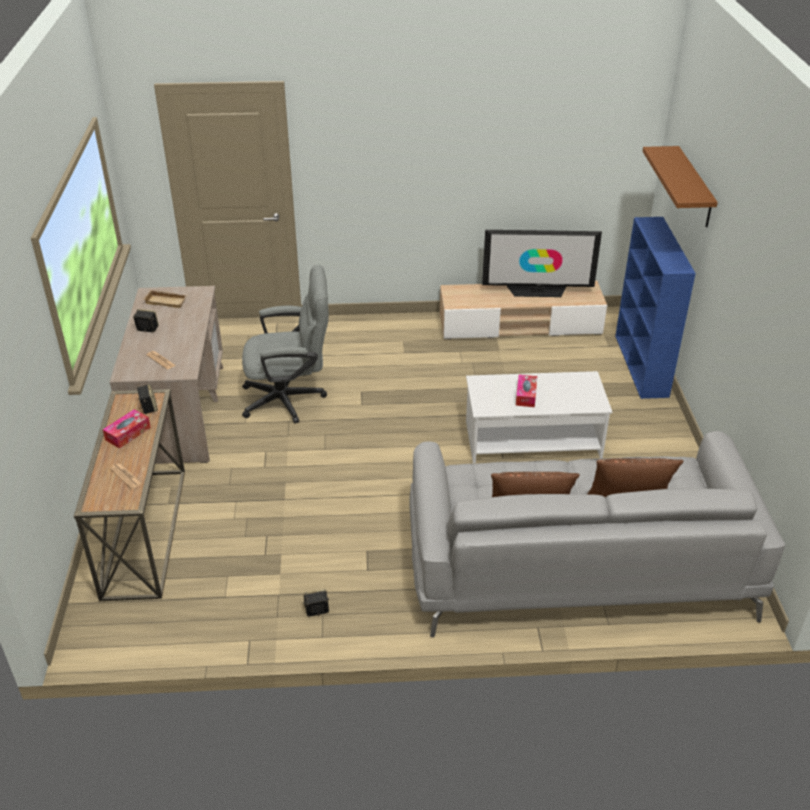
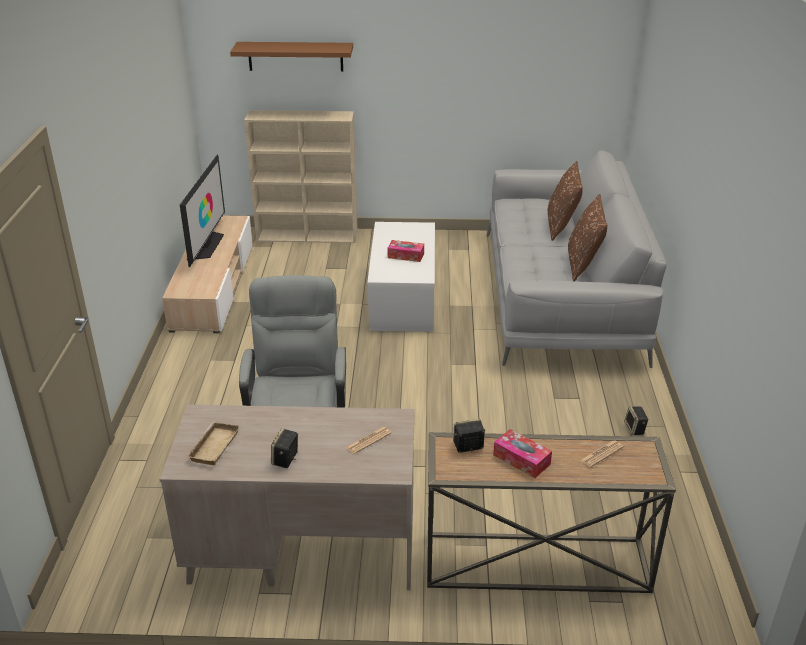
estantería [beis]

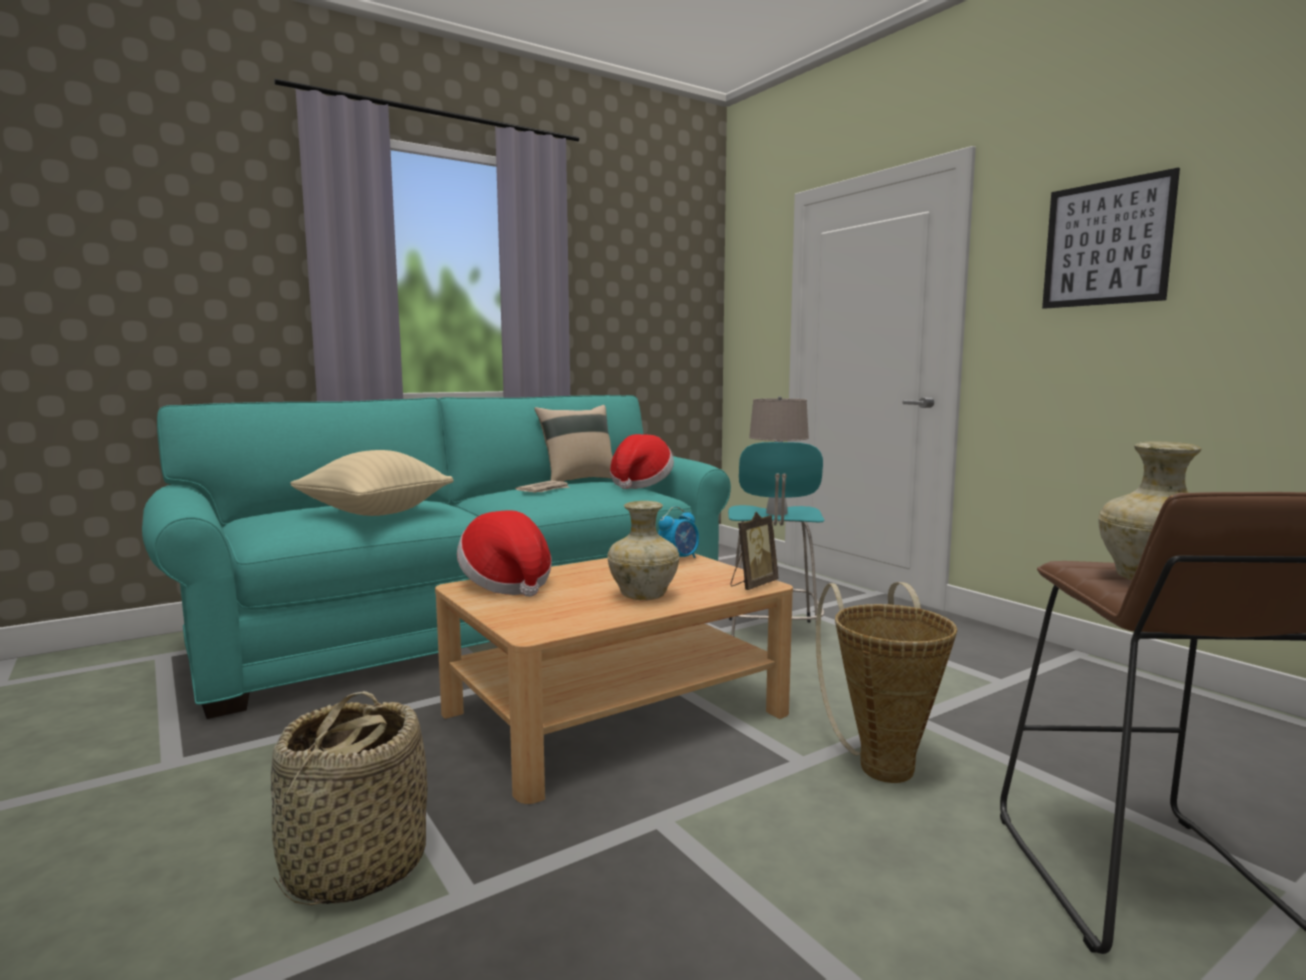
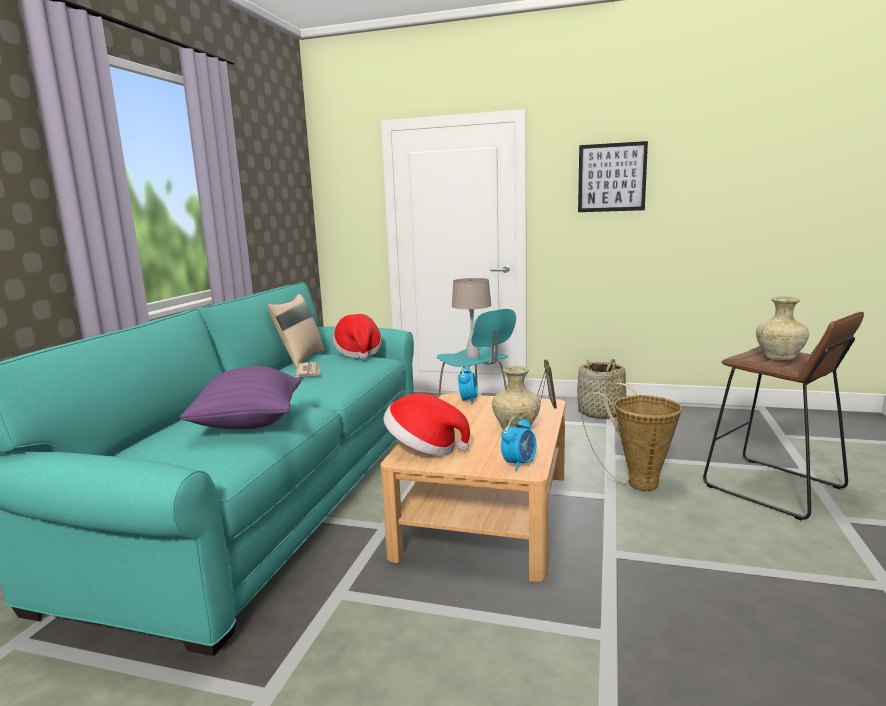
cojín [morado]; despertador (2nd from left); cesta (1st from left)

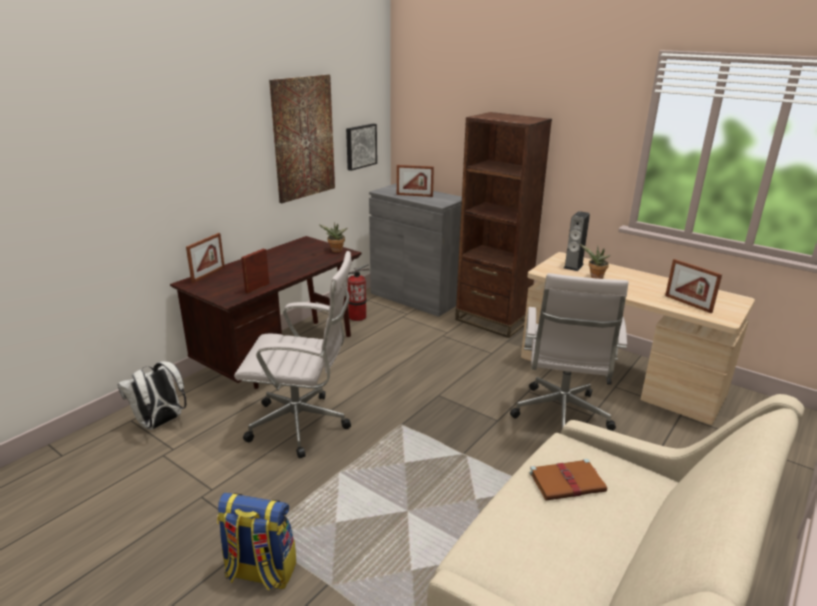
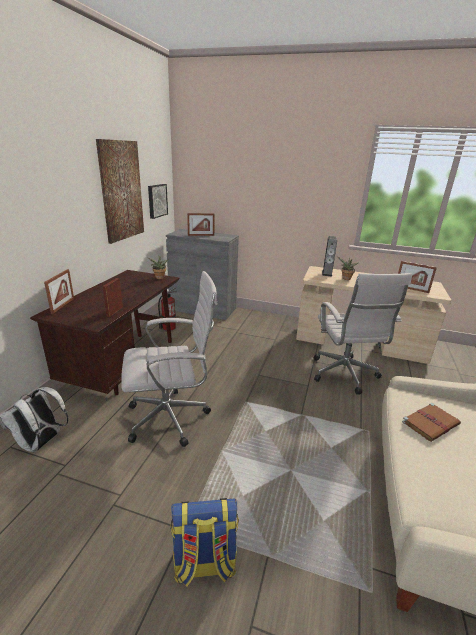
estantería [marrón]

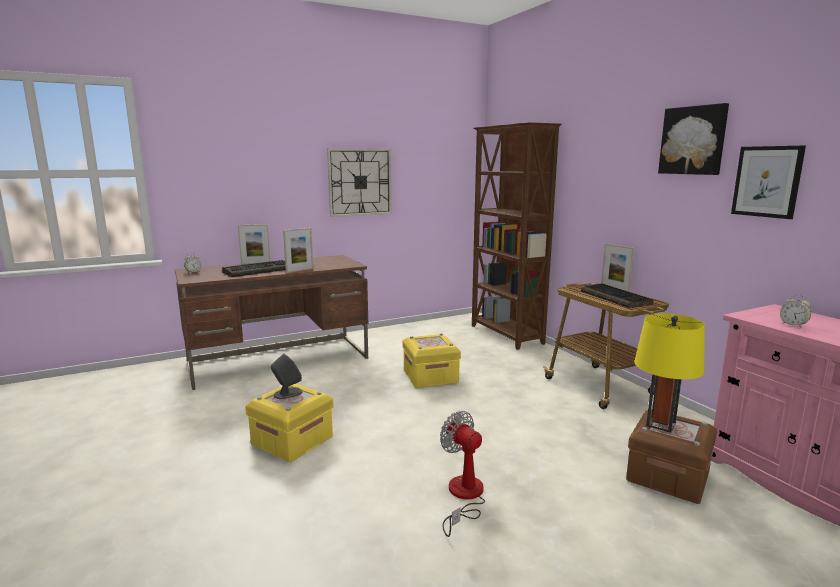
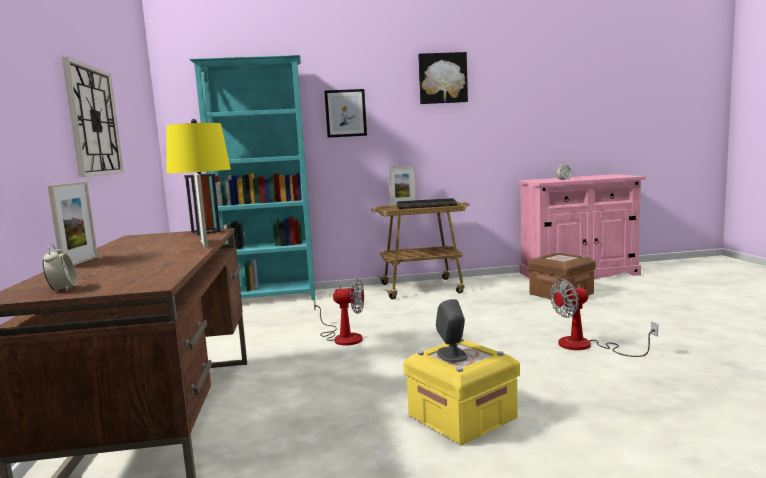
lámpara de mesa [amarillo]; estantería [turquesa]; ventilador (1st from left); cuadro (1st from left); teclado (1st from left in the first image)

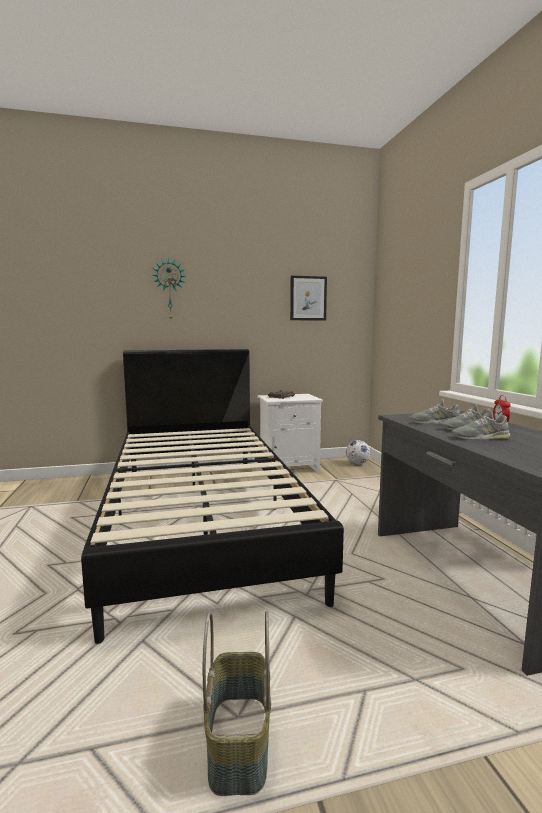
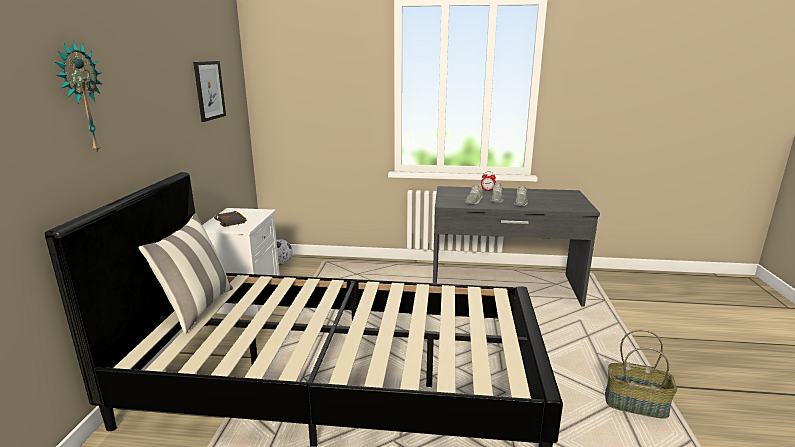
cojín

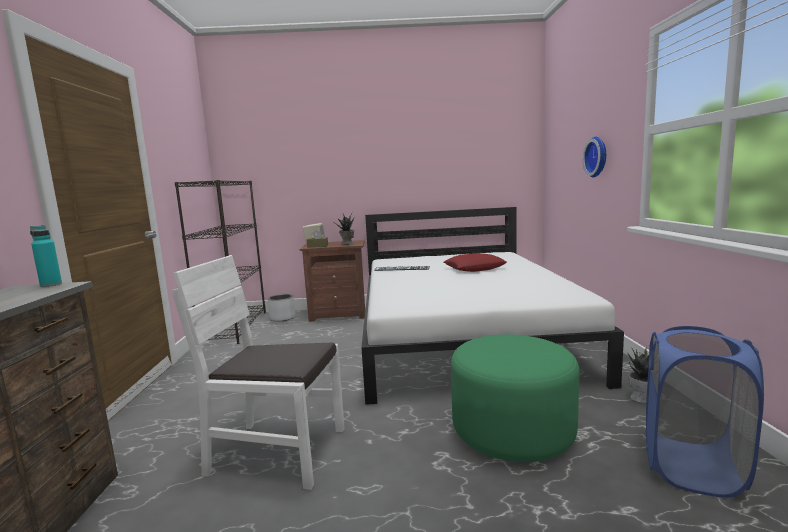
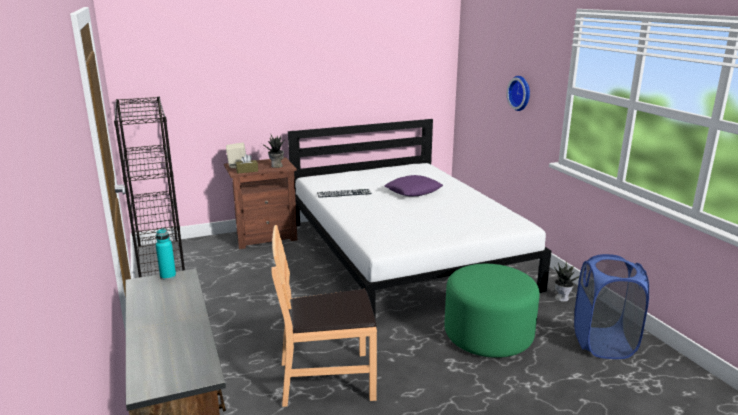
silla [marrón]; cojín [morado]; maceta [gris]

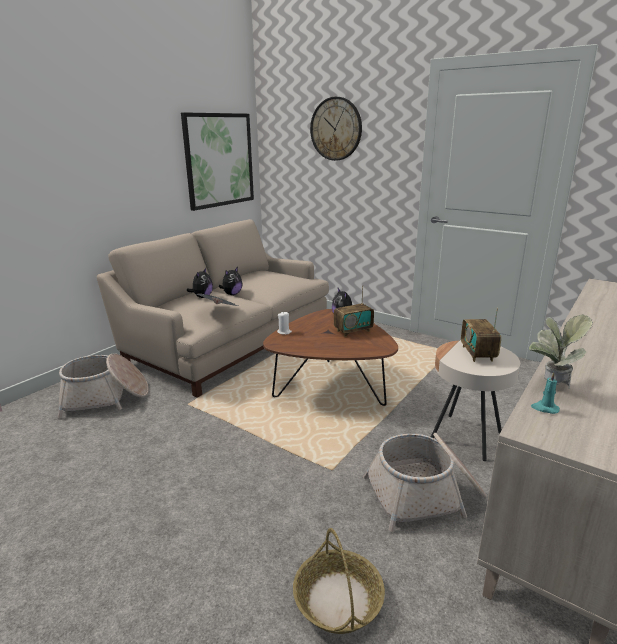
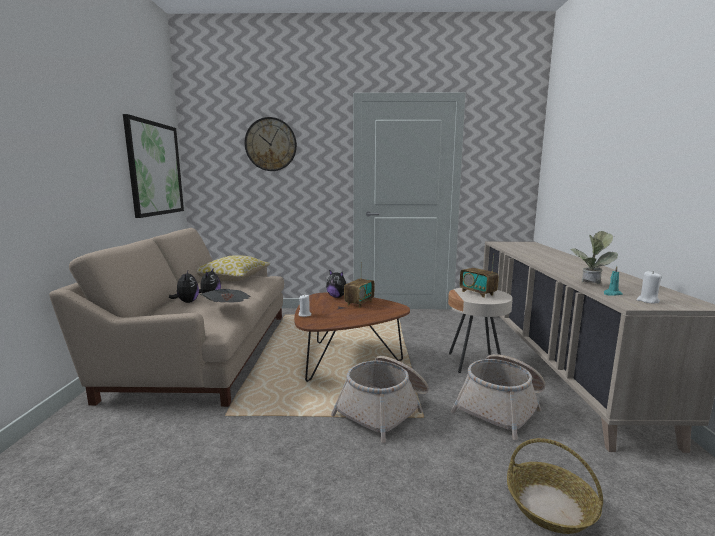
cojín; cesta (1st from left); vela [blanco] (2nd from left)

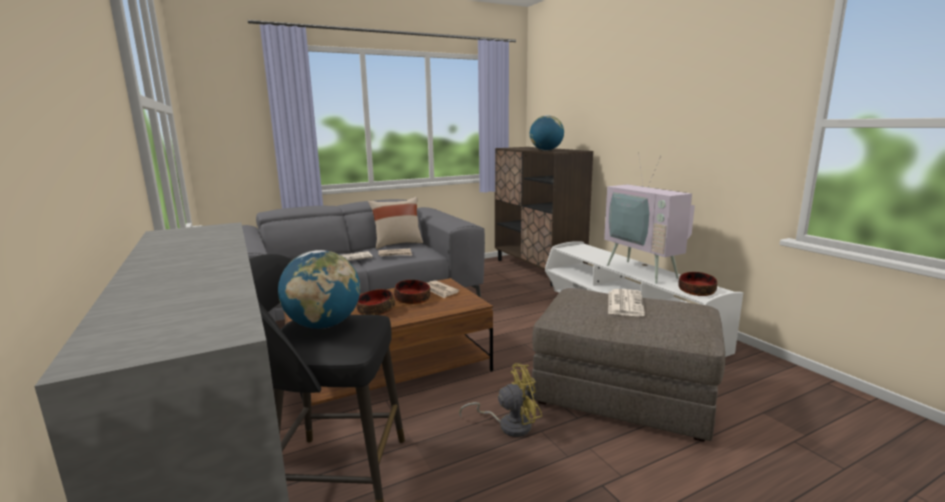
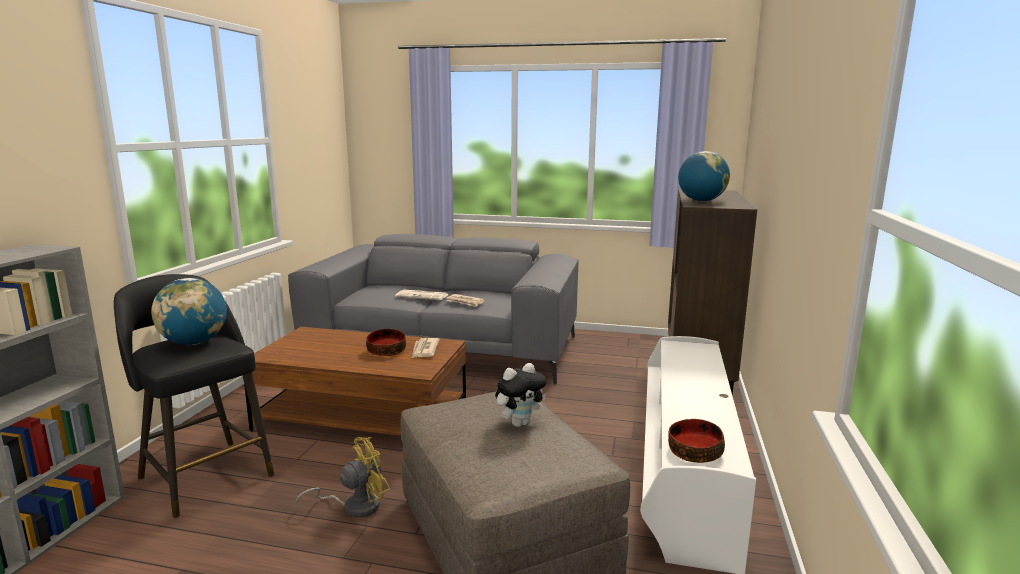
ventilador [amarillo]; peluche; cuenco (1st from left in the first image); cojín [beis]; televisor

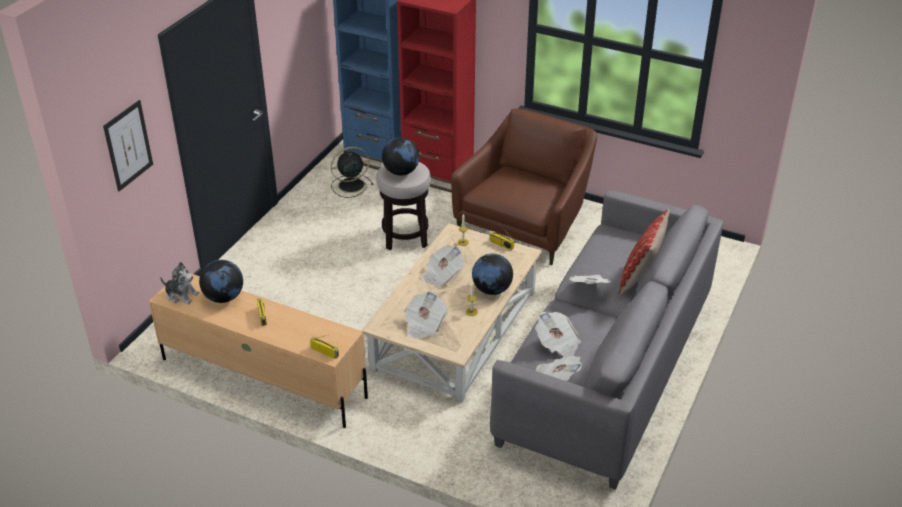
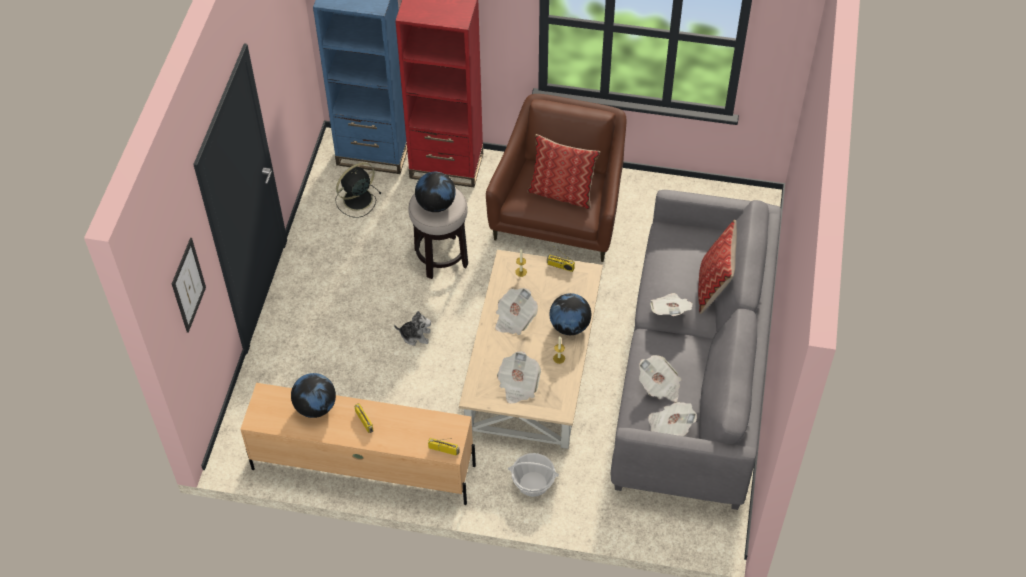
peluche; cesta; cojín (1st from left)

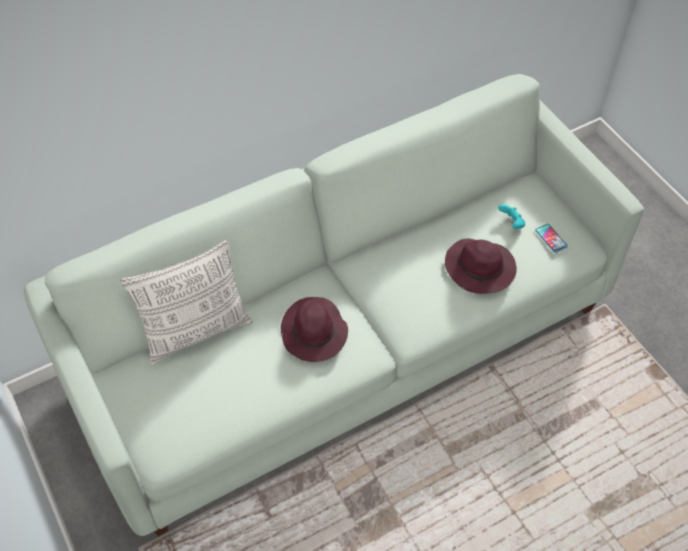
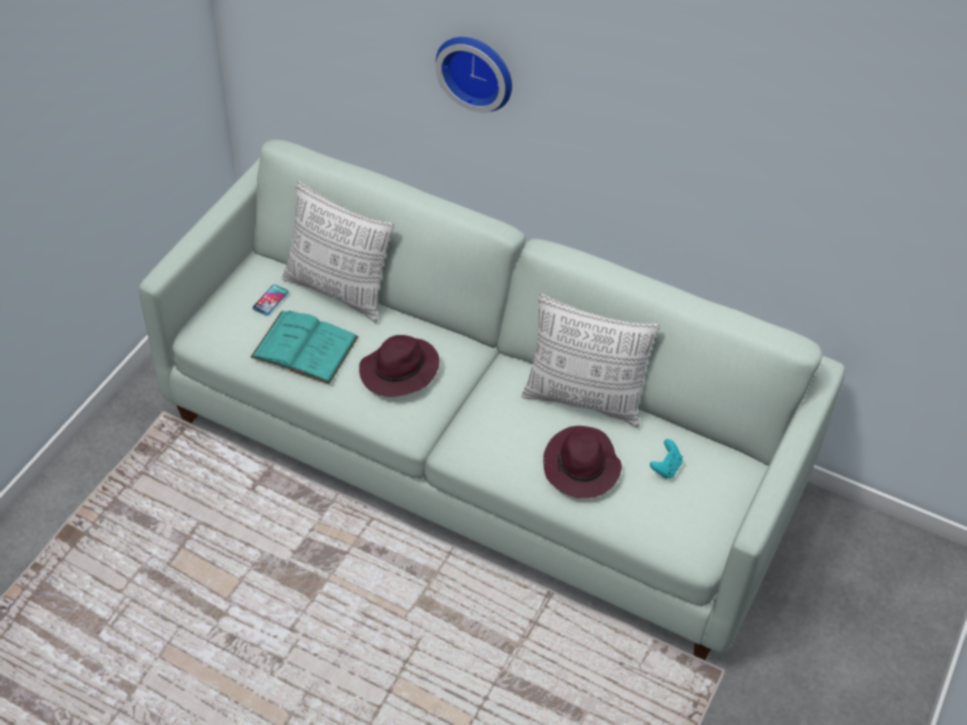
libro [turquesa]; móvil; reloj de pared; cojín (2nd from left)

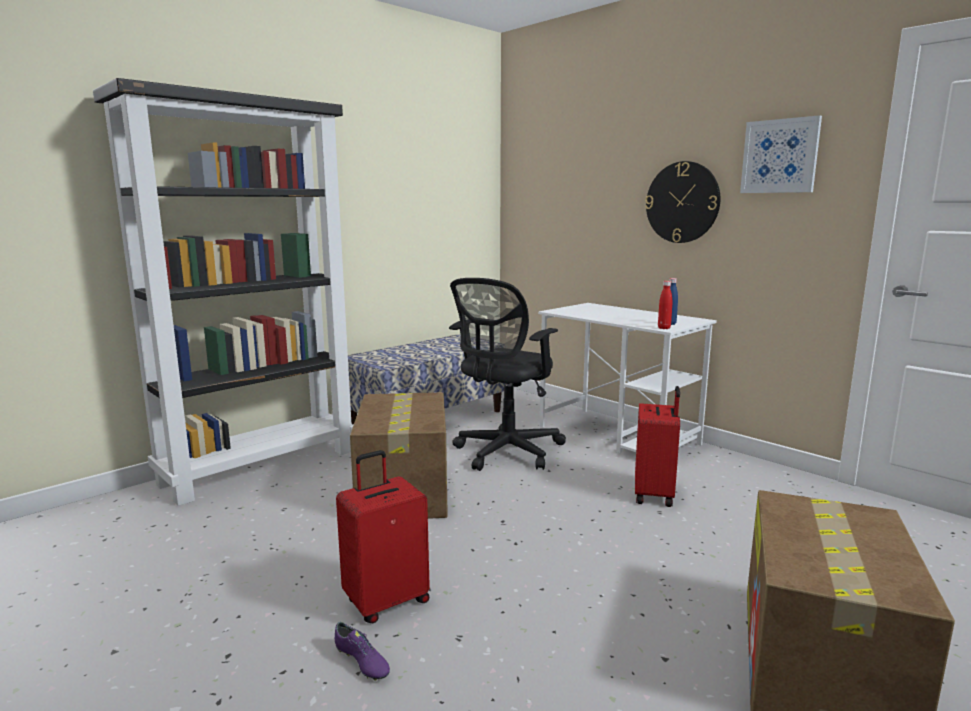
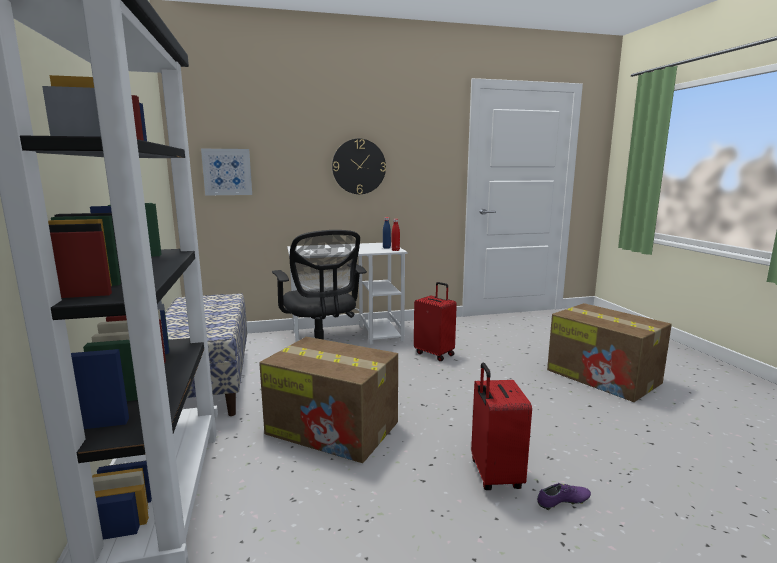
cuadro

